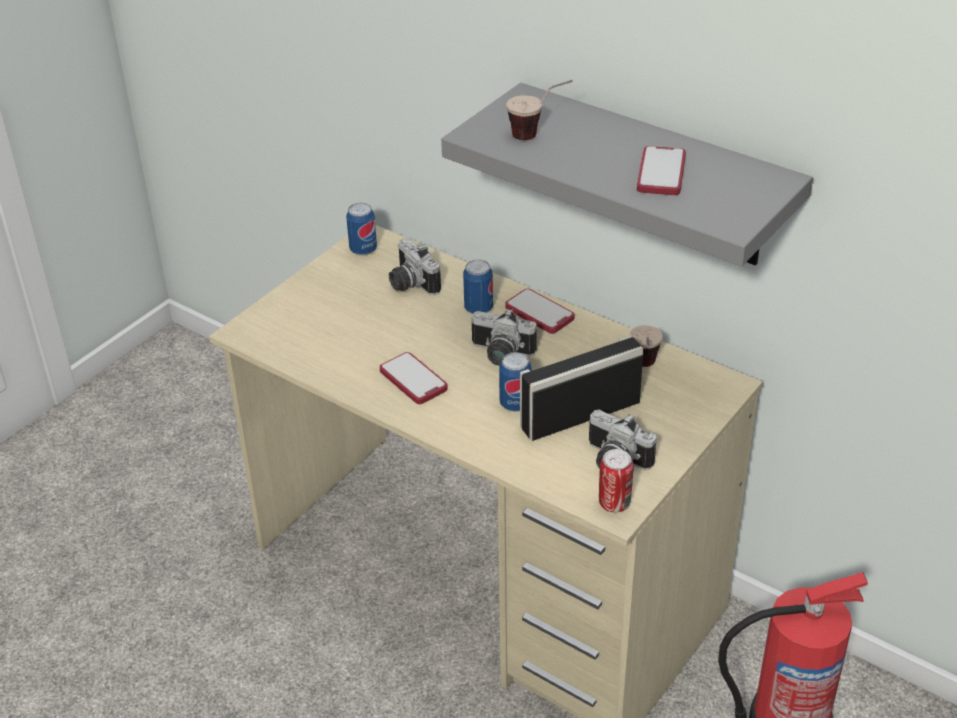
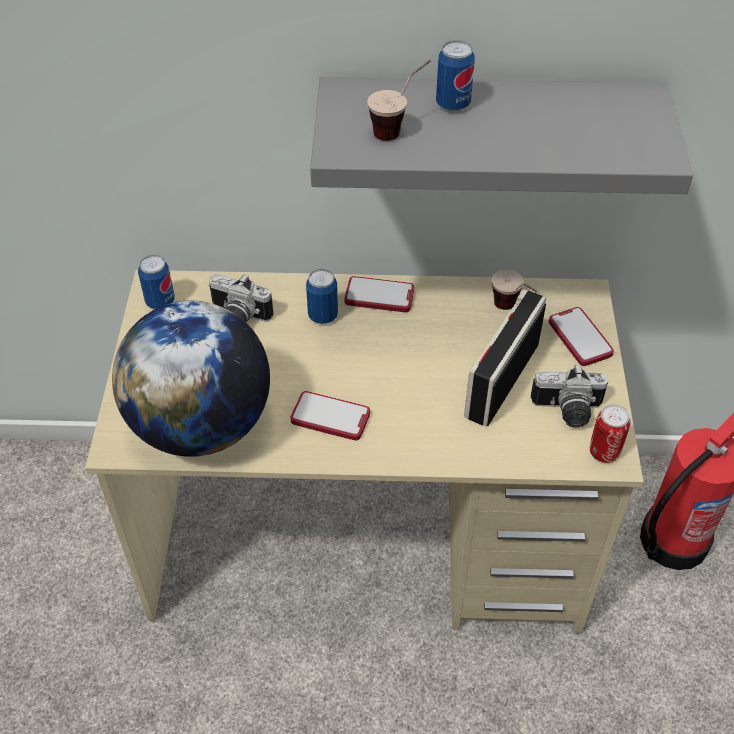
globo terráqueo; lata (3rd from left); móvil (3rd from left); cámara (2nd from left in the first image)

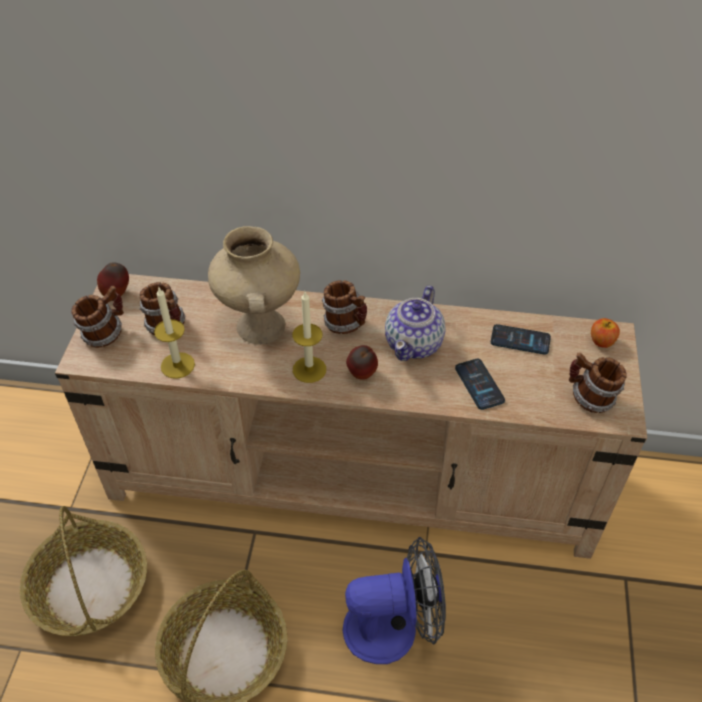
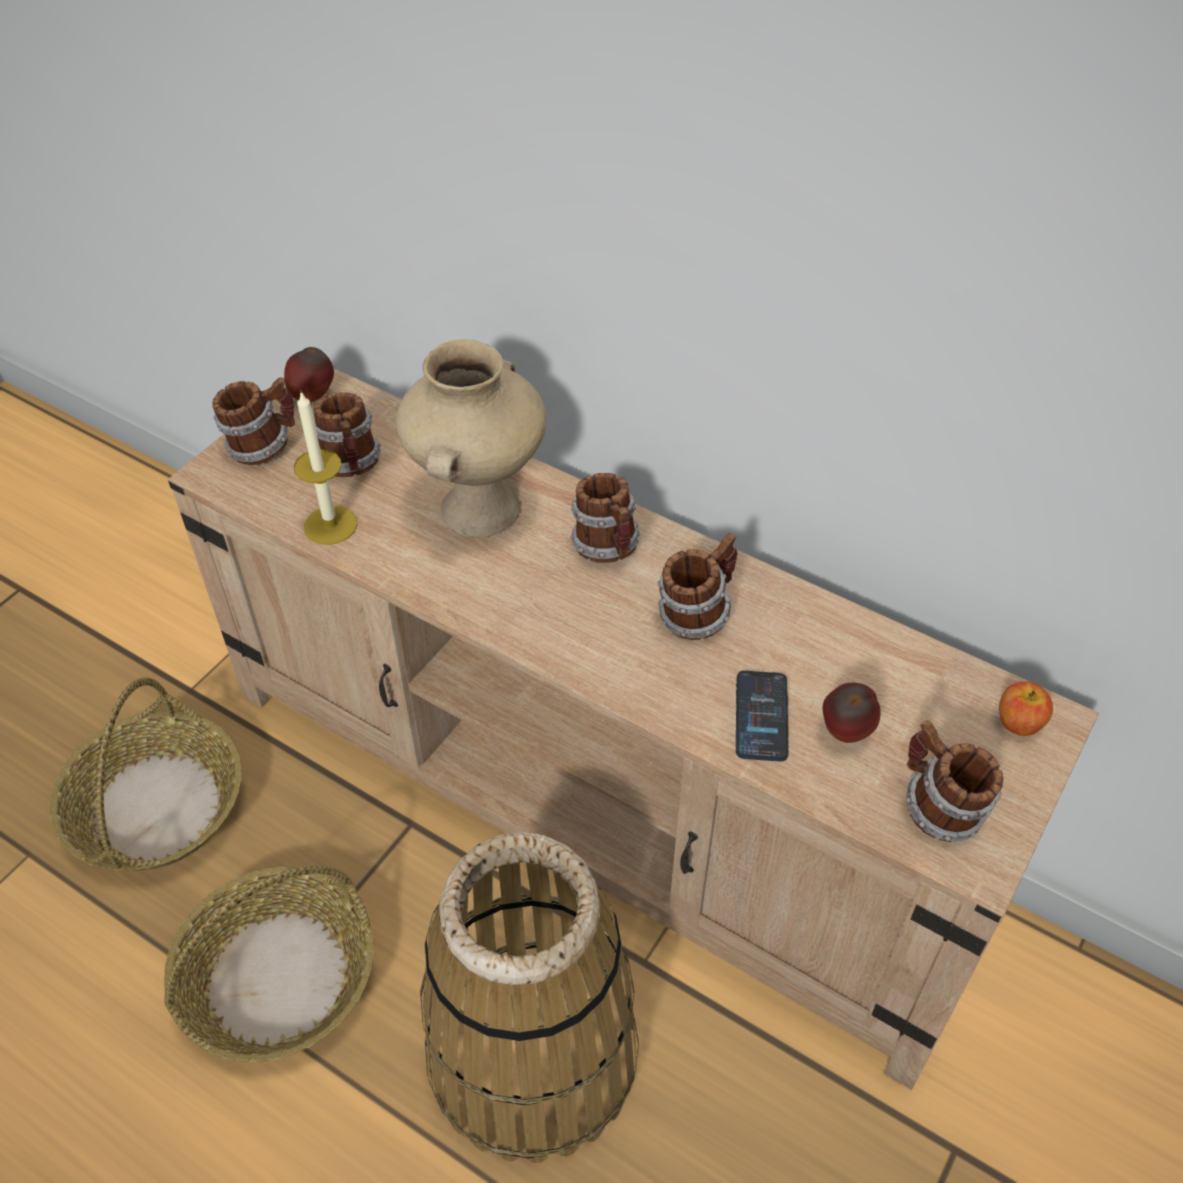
cesta (3rd from left); taza grande (4th from left); manzana (2nd from left); vela (2nd from left in the first image); móvil (2nd from left in the first image)

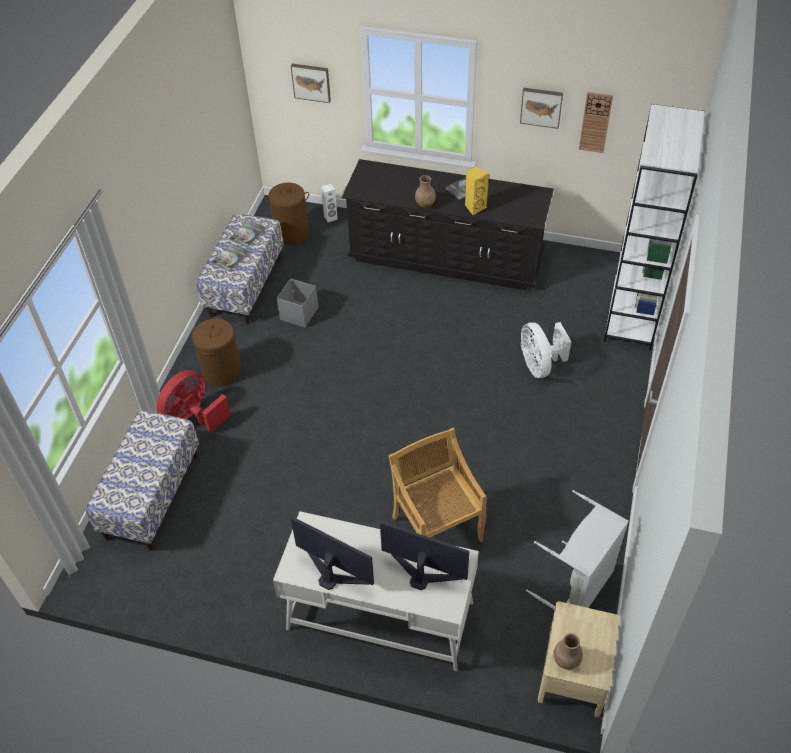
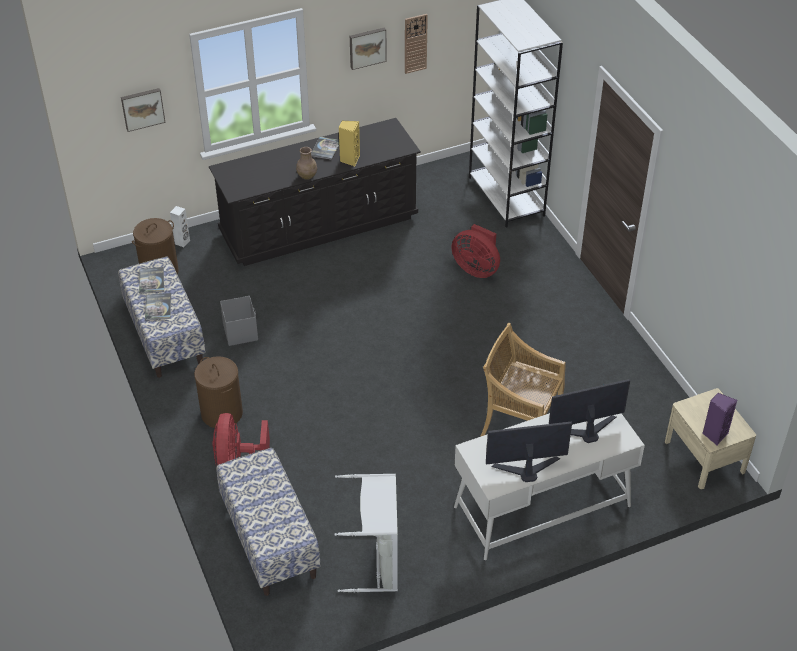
cesto de la ropa [gris]; ventilador [rojo] (2nd from left); altavoz [morado]

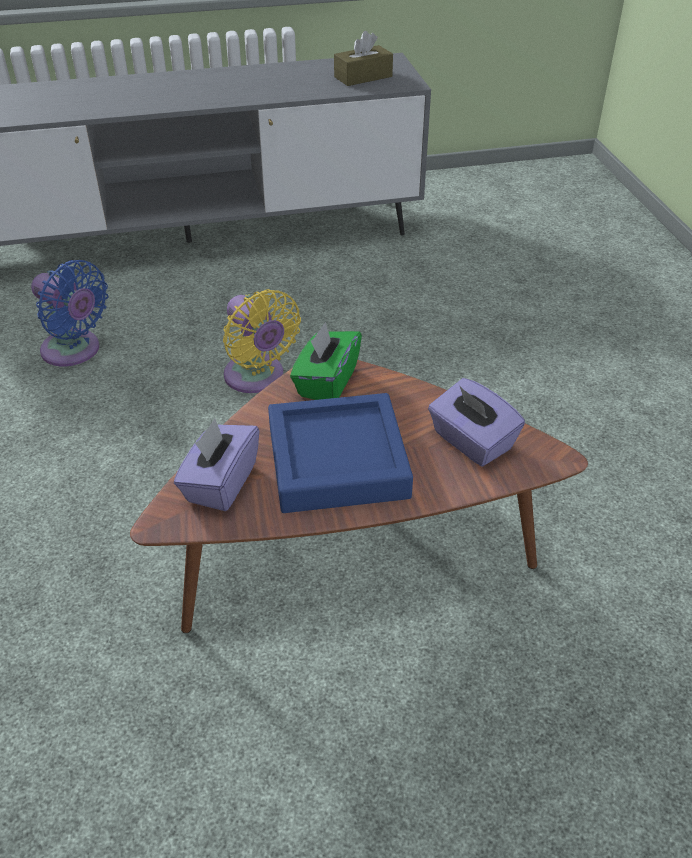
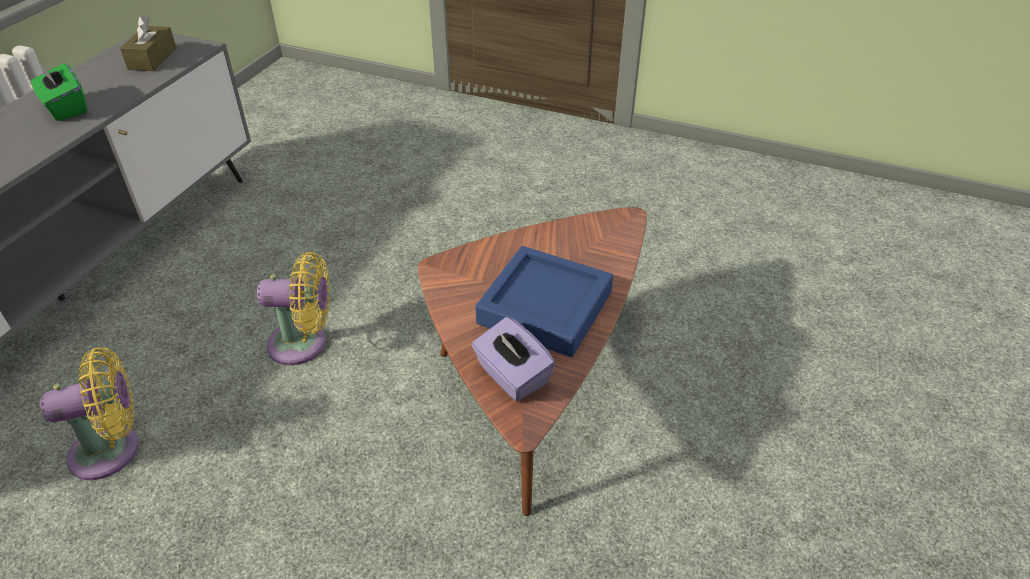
caja de pañuelos [verde]; ventilador [amarillo] (1st from left); caja de pañuelos [morado] (2nd from left in the first image)

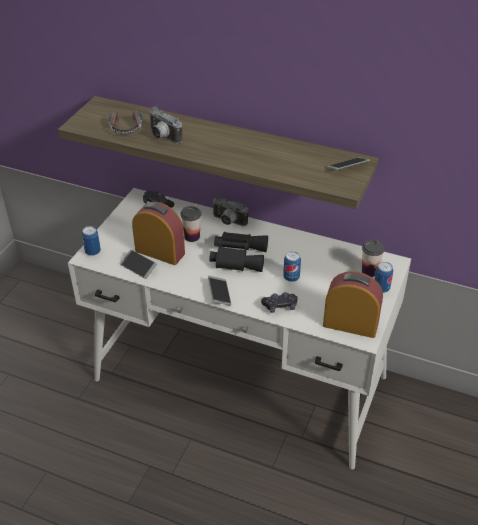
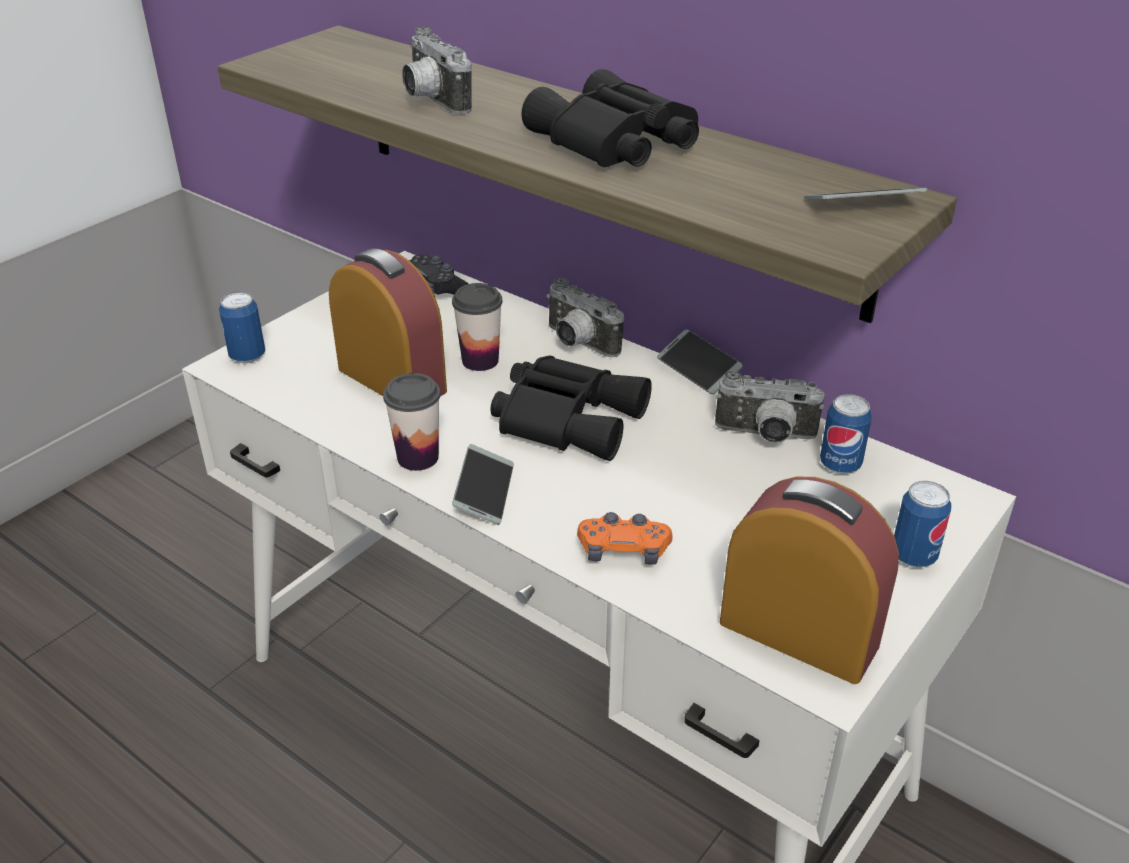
taza (1st from left); prismáticos [negro] (2nd from left); mando de consola [naranja]; móvil (2nd from left); cámara (3rd from left); lata (2nd from left); auriculares

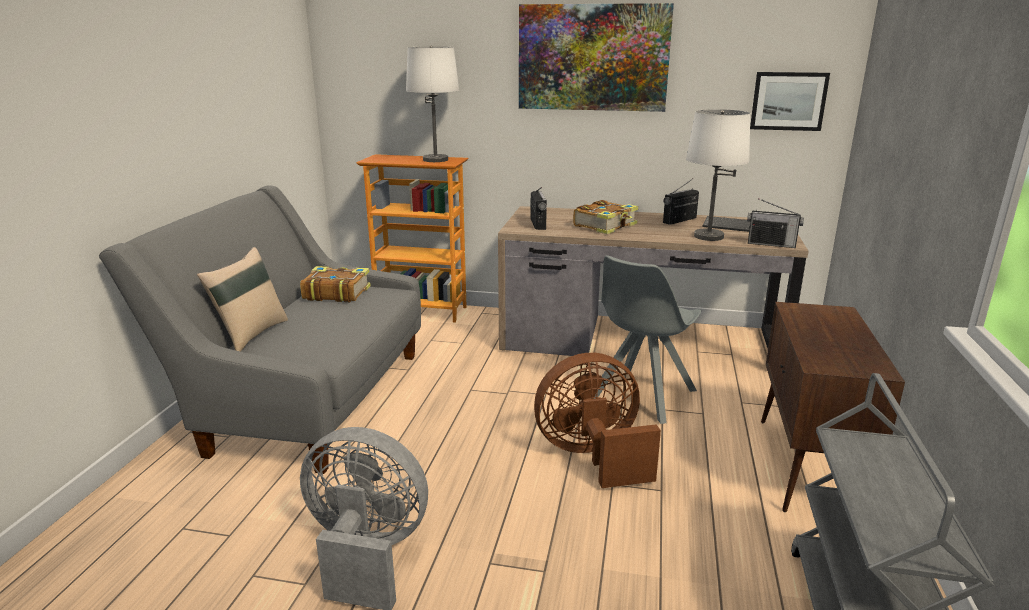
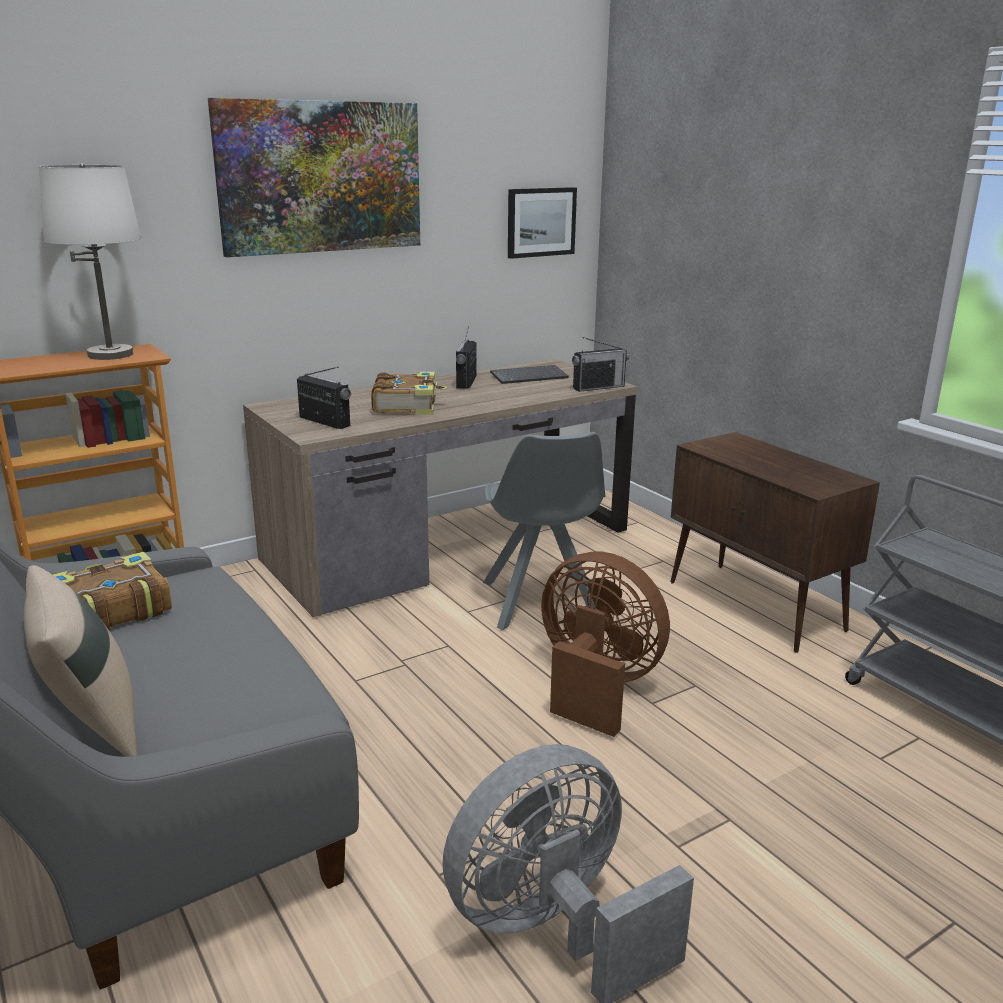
ventilador [marrón]; lámpara de mesa [blanco] (2nd from left in the first image)

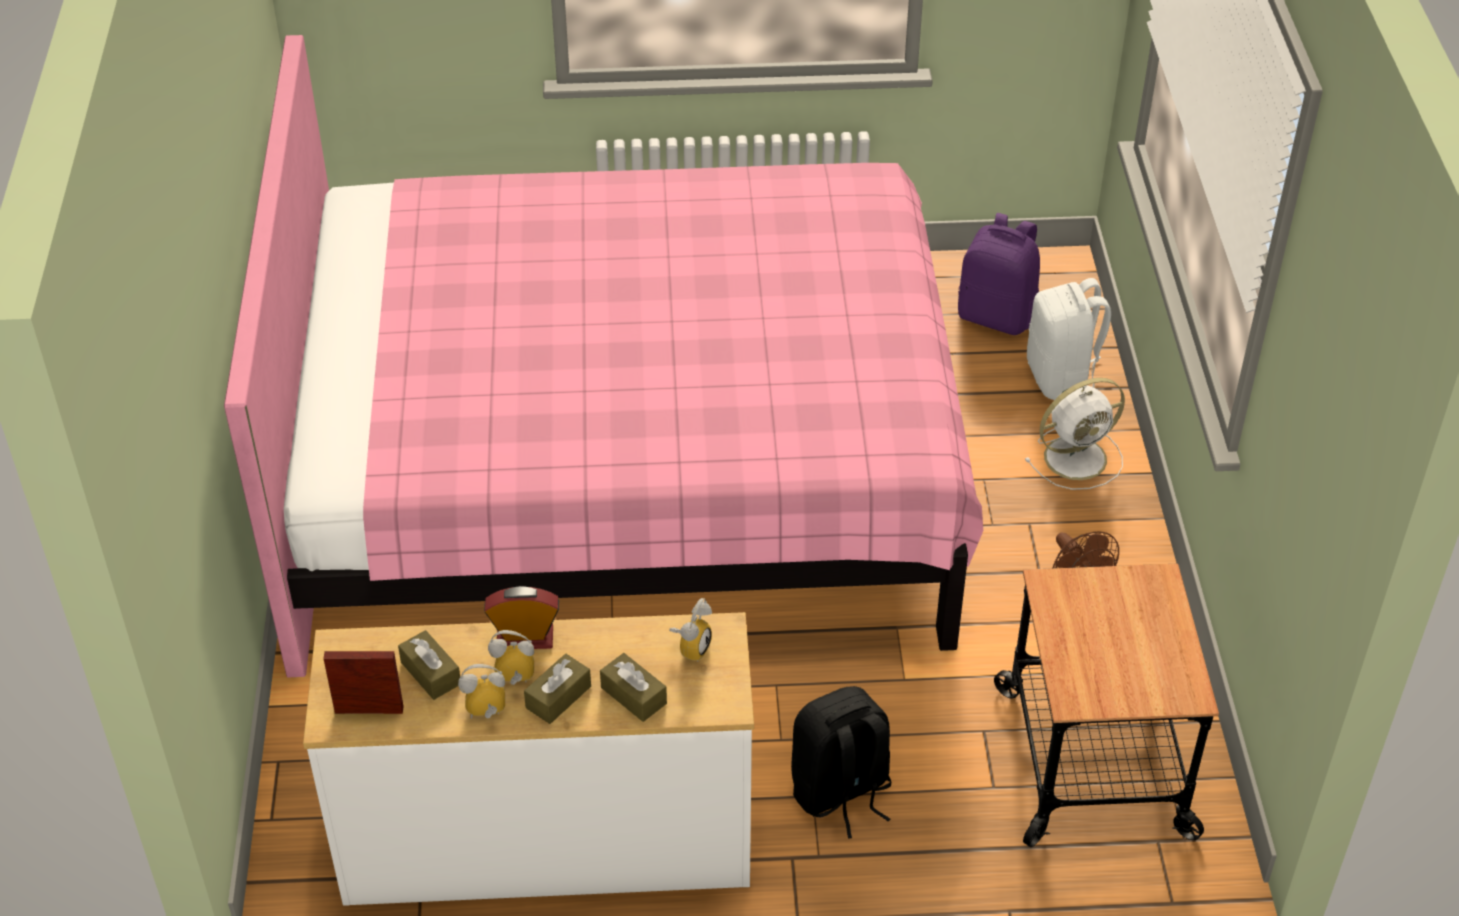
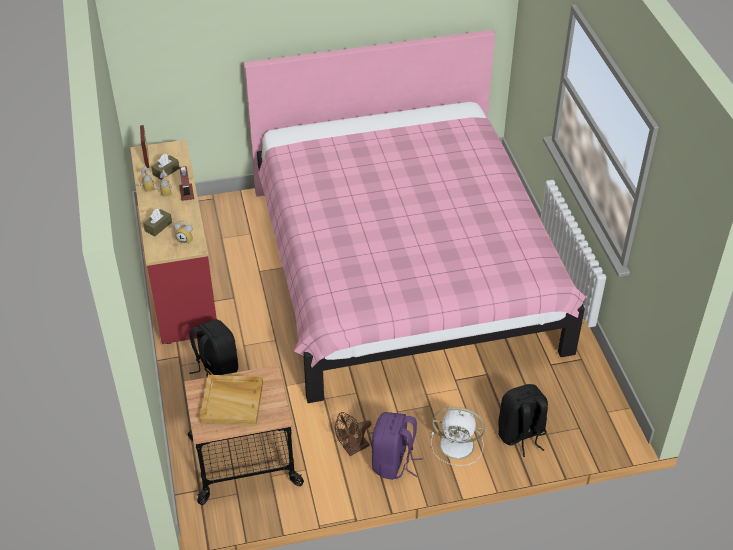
cómoda [rojo]; bandeja [beis]; mochila [morado]; ventilador [blanco]; mochila [negro] (2nd from left); caja de pañuelos [marrón] (2nd from left in the first image)

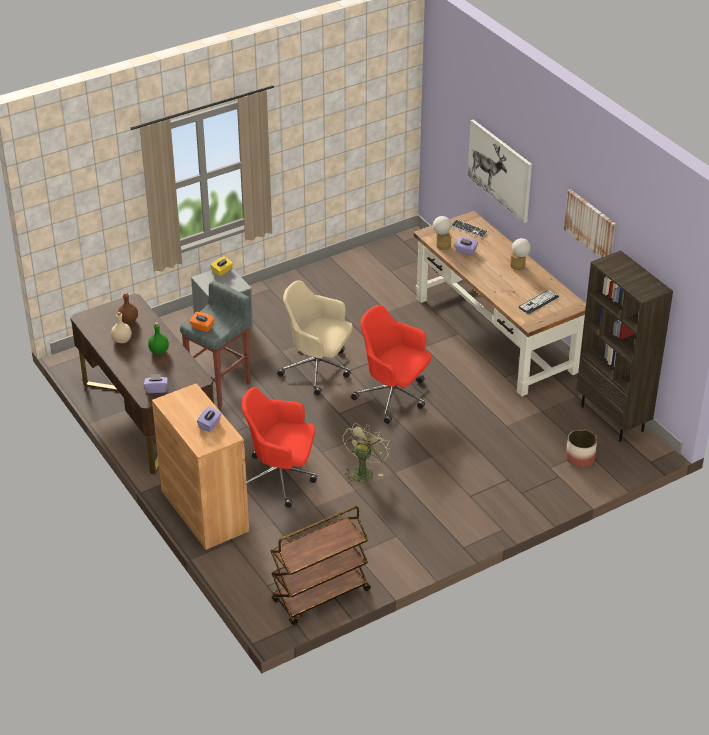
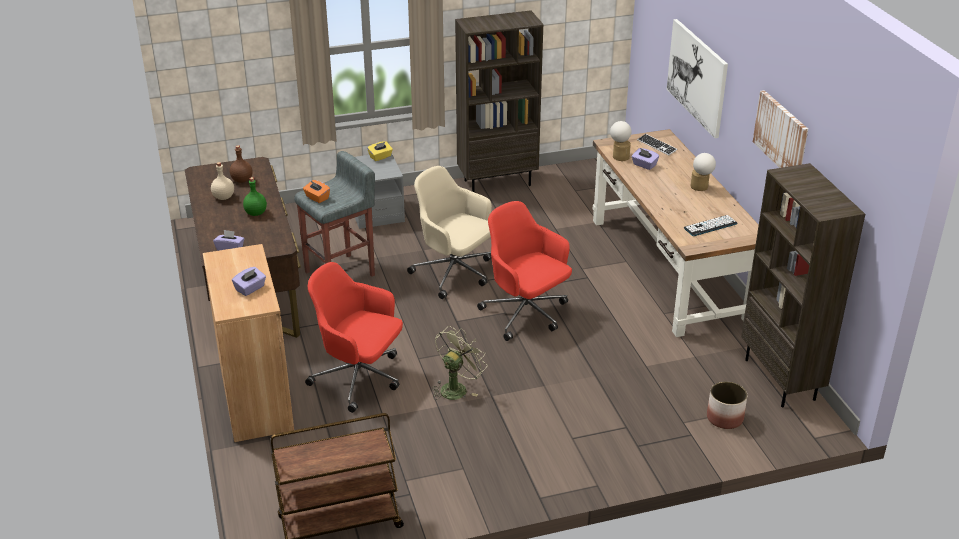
estantería [marrón] (1st from left)

